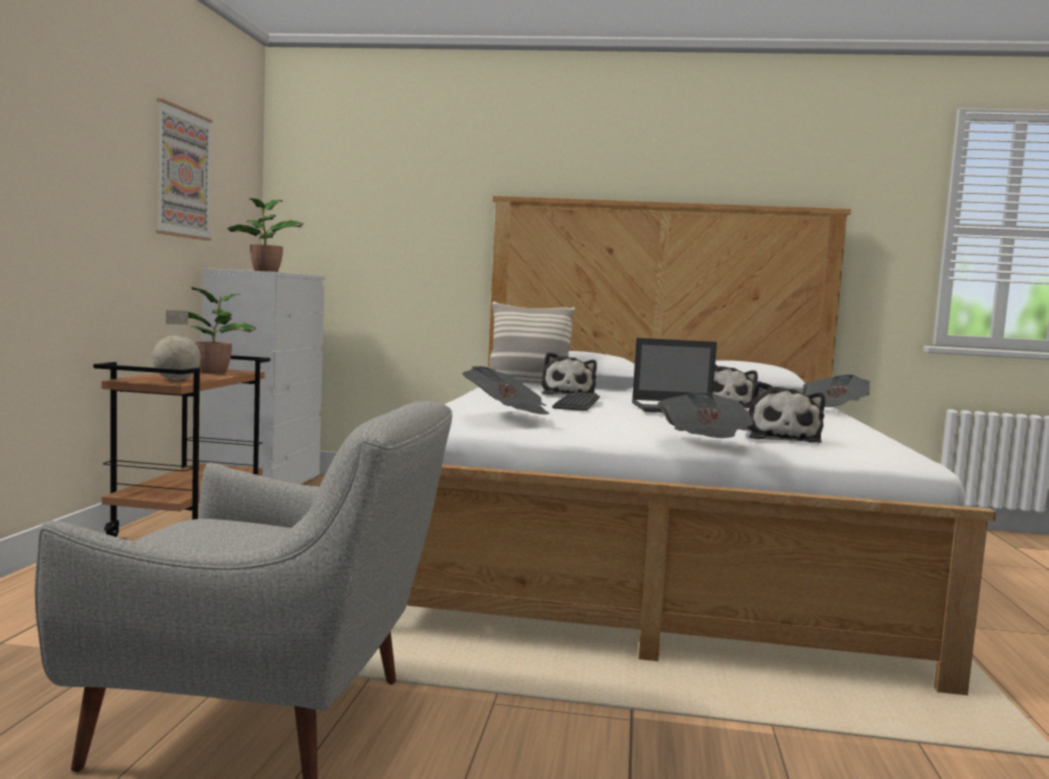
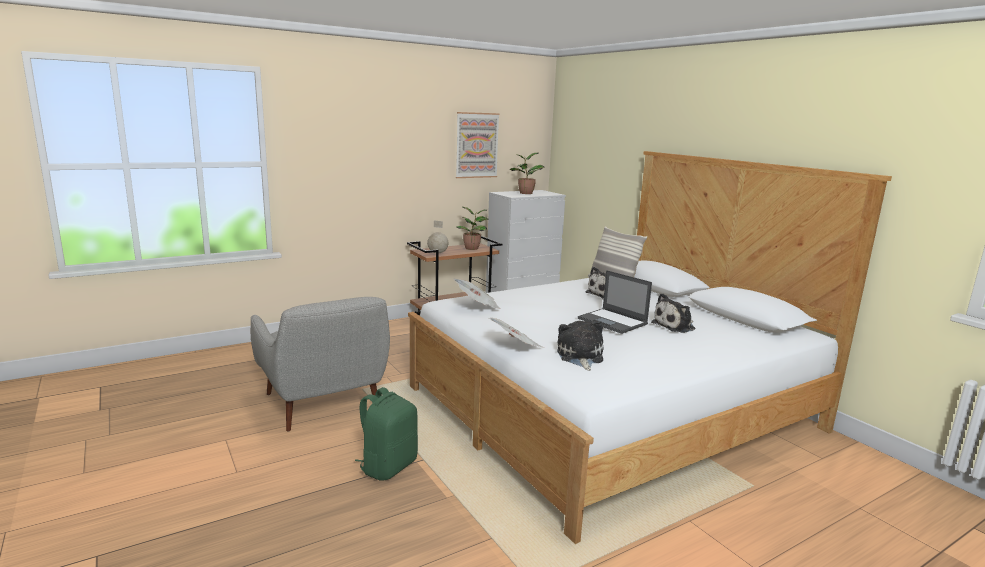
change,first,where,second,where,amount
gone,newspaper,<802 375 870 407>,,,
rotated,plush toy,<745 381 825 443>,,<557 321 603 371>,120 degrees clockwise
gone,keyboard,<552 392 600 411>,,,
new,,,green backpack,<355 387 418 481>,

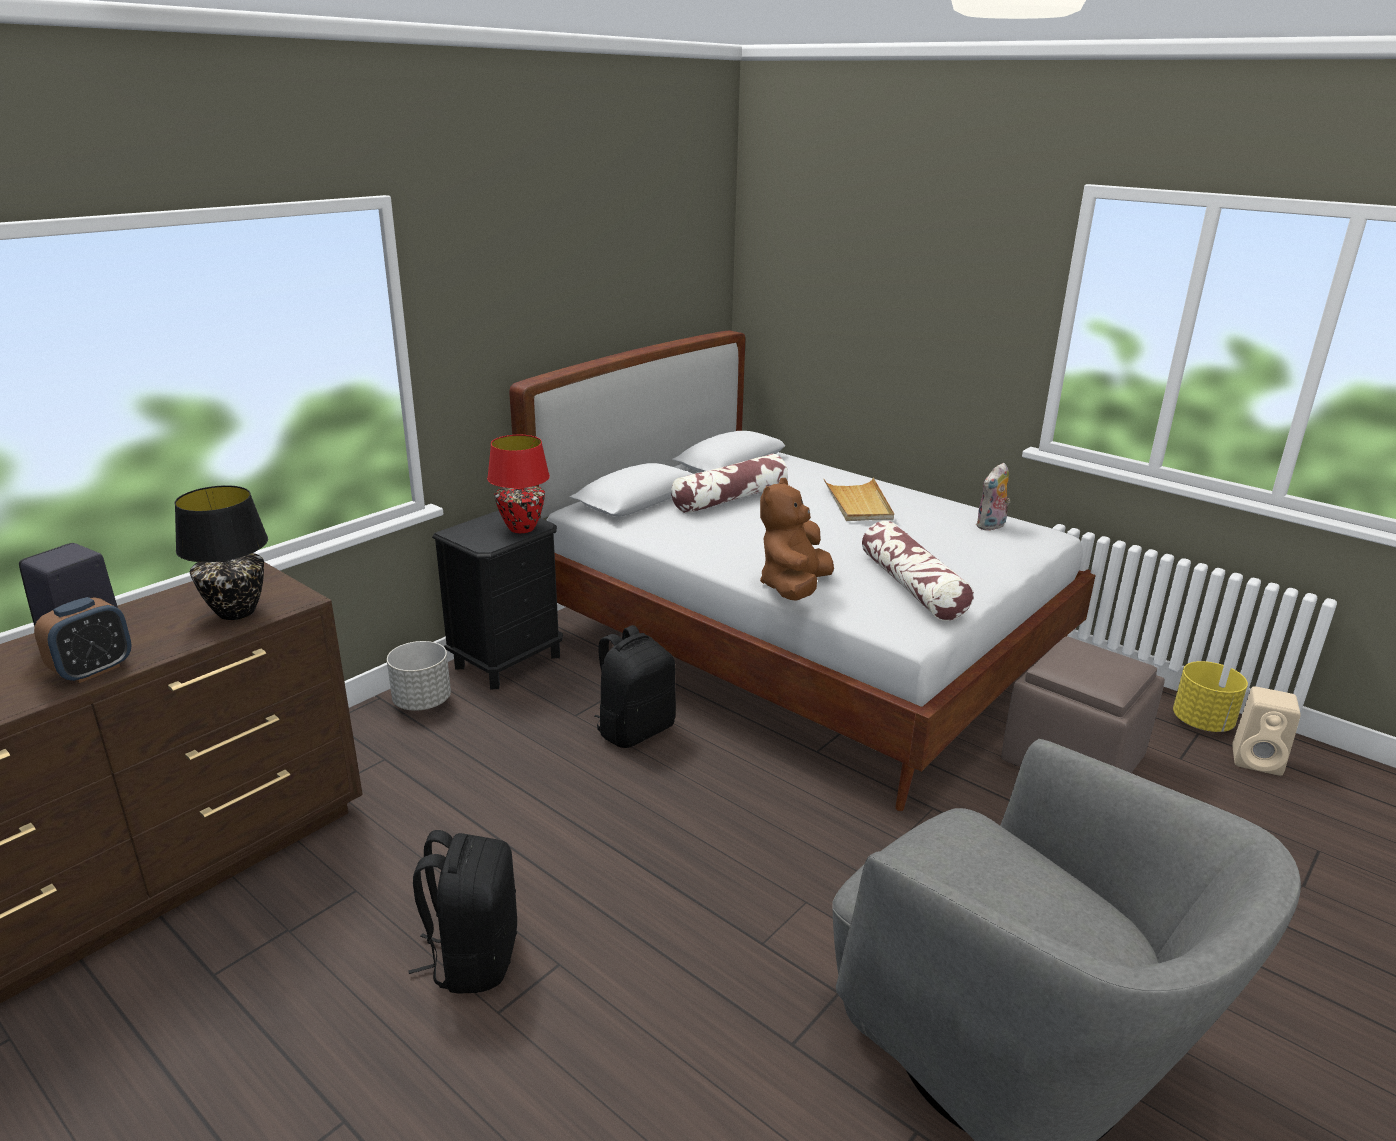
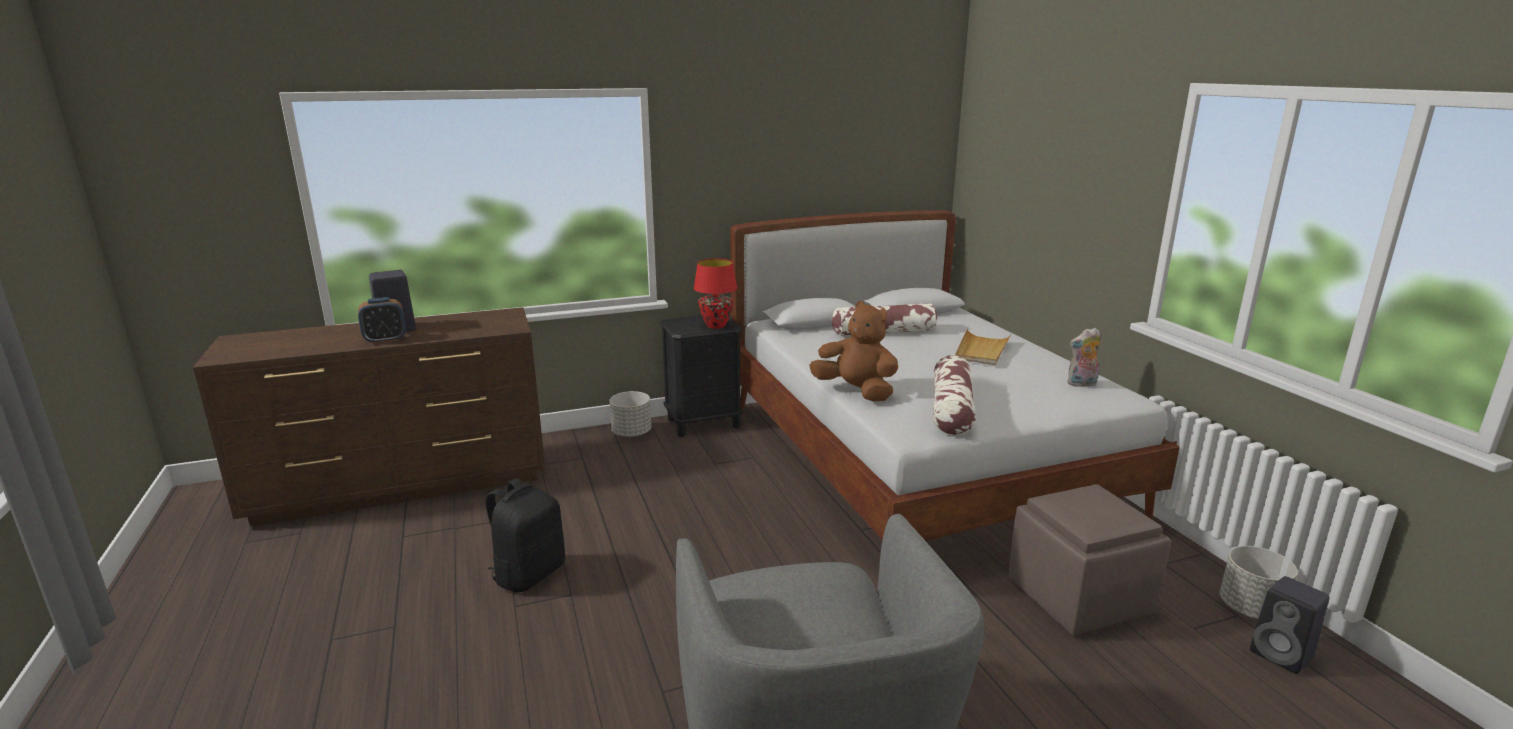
change,first,where,second,where,amount
rotated,brown plush toy,<760 478 834 601>,,<809 301 898 401>,75 degrees clockwise
gone,black table lamp,<174 485 268 620>,,,
gone,black backpack,<594 625 676 748>,,,
repainted,yellow planter,<1173 661 1248 732>,grey planter,<1220 546 1298 619>,
repainted,beige speaker,<1232 686 1301 776>,black speaker,<1250 576 1329 674>,

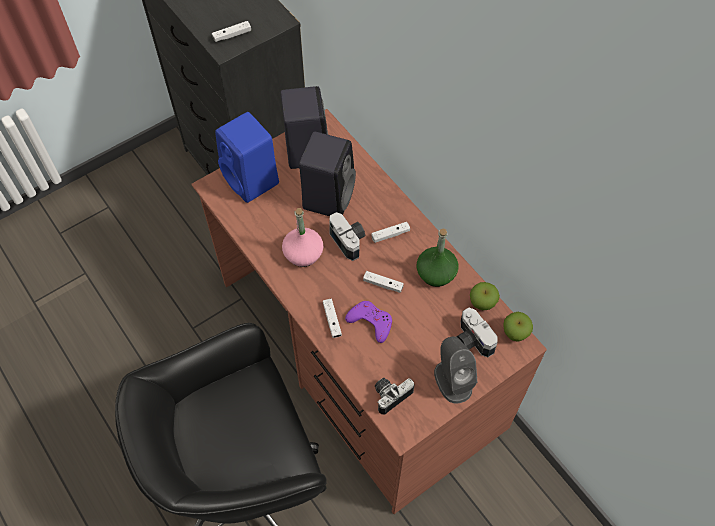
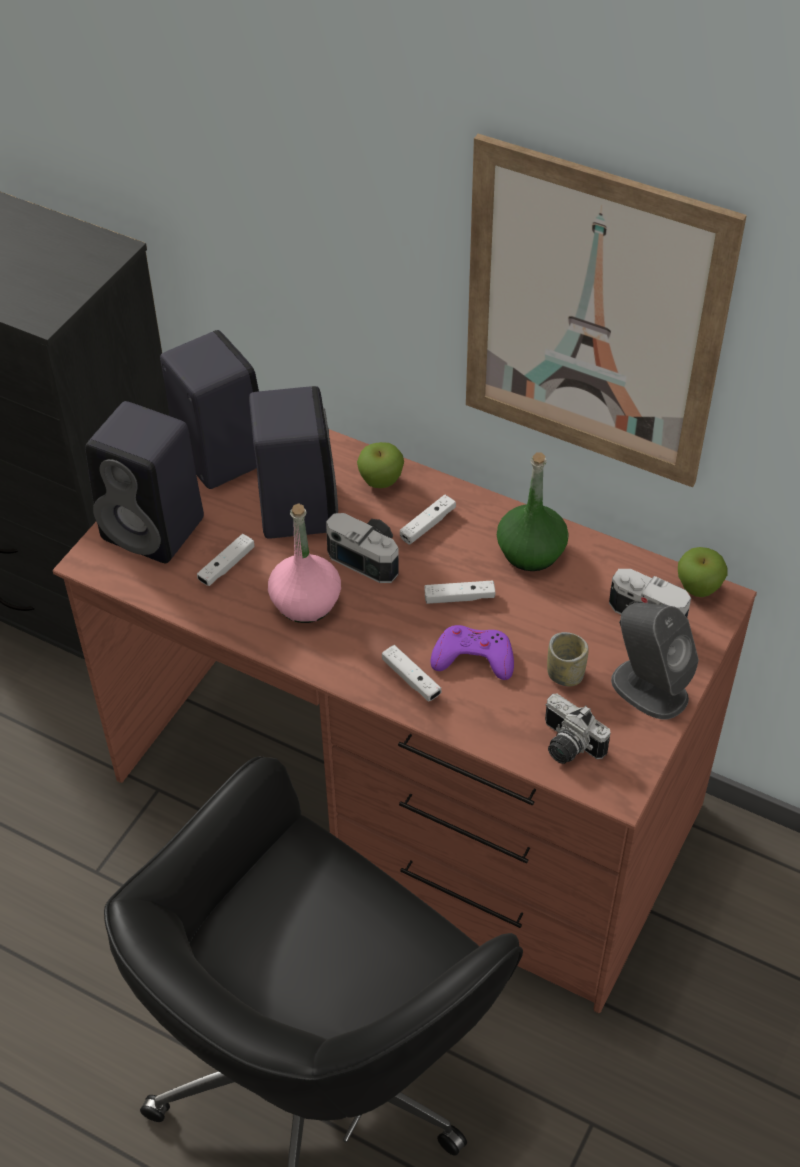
change,first,where,second,where,amount
shifted,white game controller,<212 21 251 42>,,<197 534 255 586>,
repainted,blue speaker,<215 112 279 203>,black speaker,<85 401 204 563>,
shifted,apple,<470 282 500 310>,,<357 442 404 488>,
rotated,photo camera,<375 378 414 415>,,<545 694 610 764>,75 degrees counterclockwise
new,,,picture,<466 134 747 487>,
new,,,cup,<547 632 589 686>,

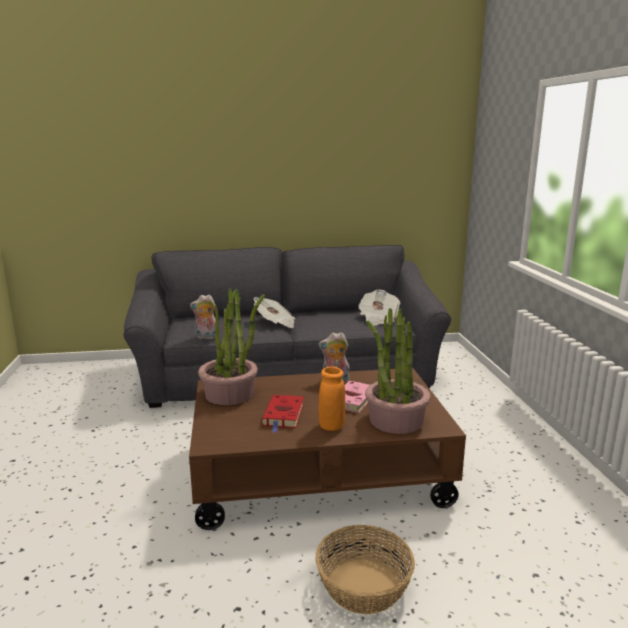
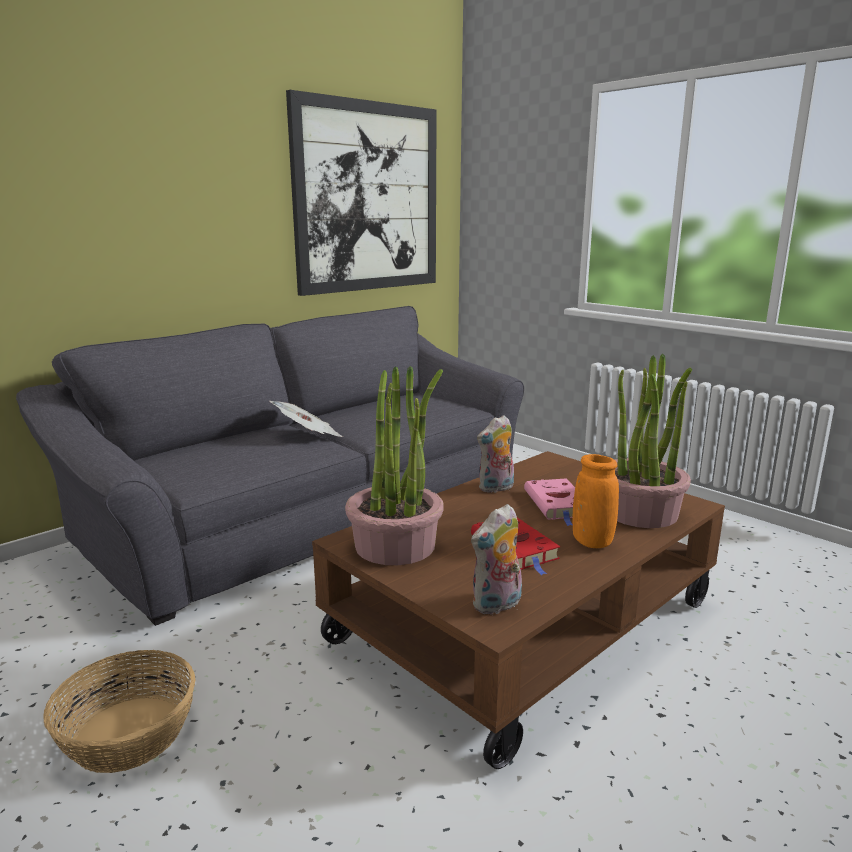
change,first,where,second,where,amount
gone,newspaper,<358 290 400 326>,,,
shifted,plush toy,<190 295 215 339>,,<471 504 522 615>,
shifted,basket,<315 525 415 614>,,<43 650 195 773>,
new,,,picture,<286 90 437 296>,

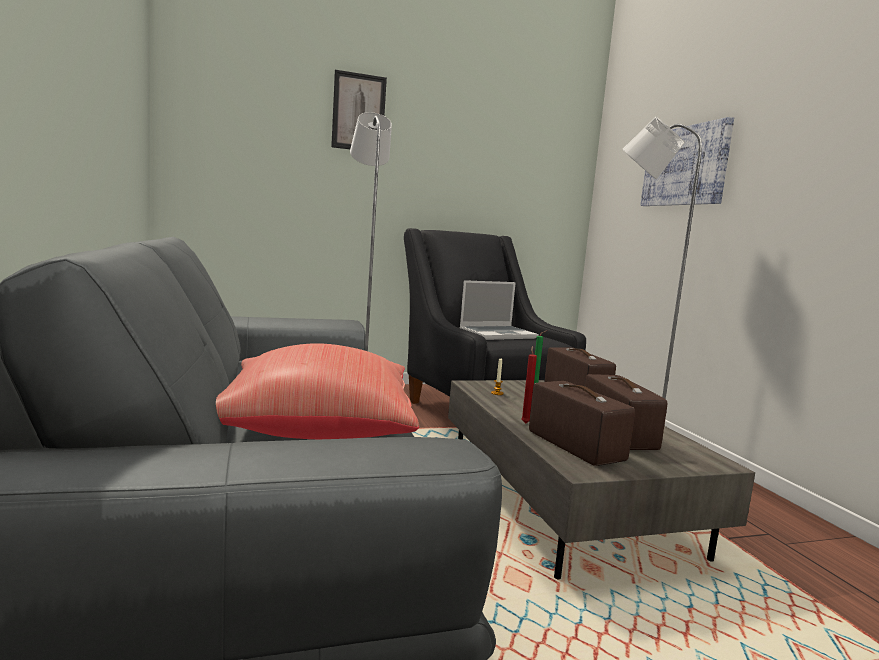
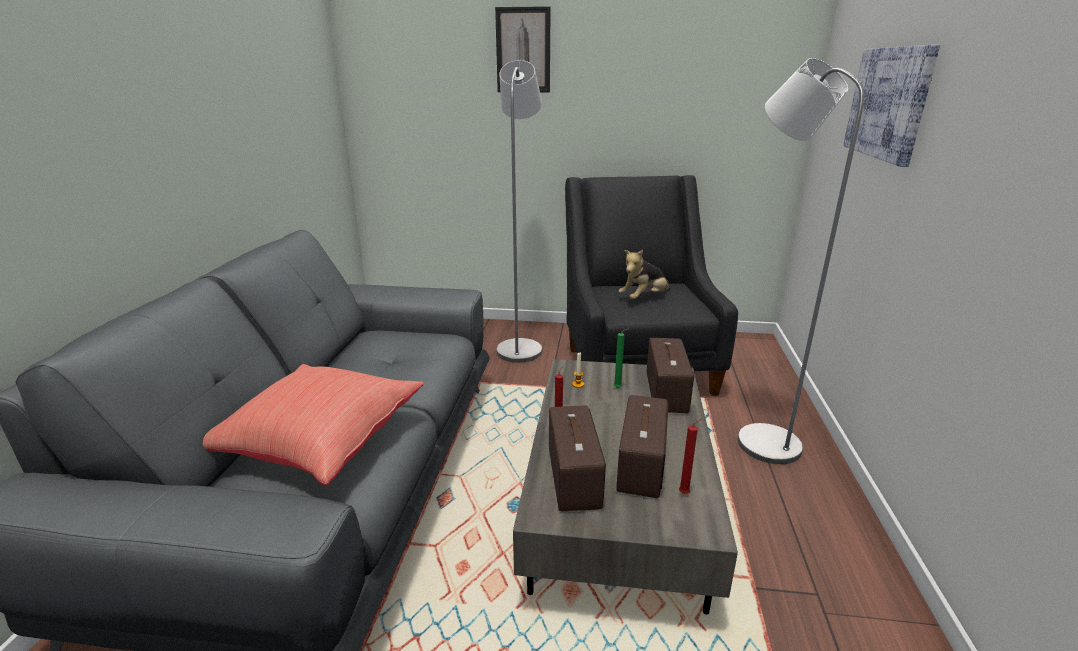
change,first,where,second,where,amount
swapped,laptop,<460 280 538 340>,plush toy,<619 250 670 299>,
new,,,red candle,<679 418 702 494>,

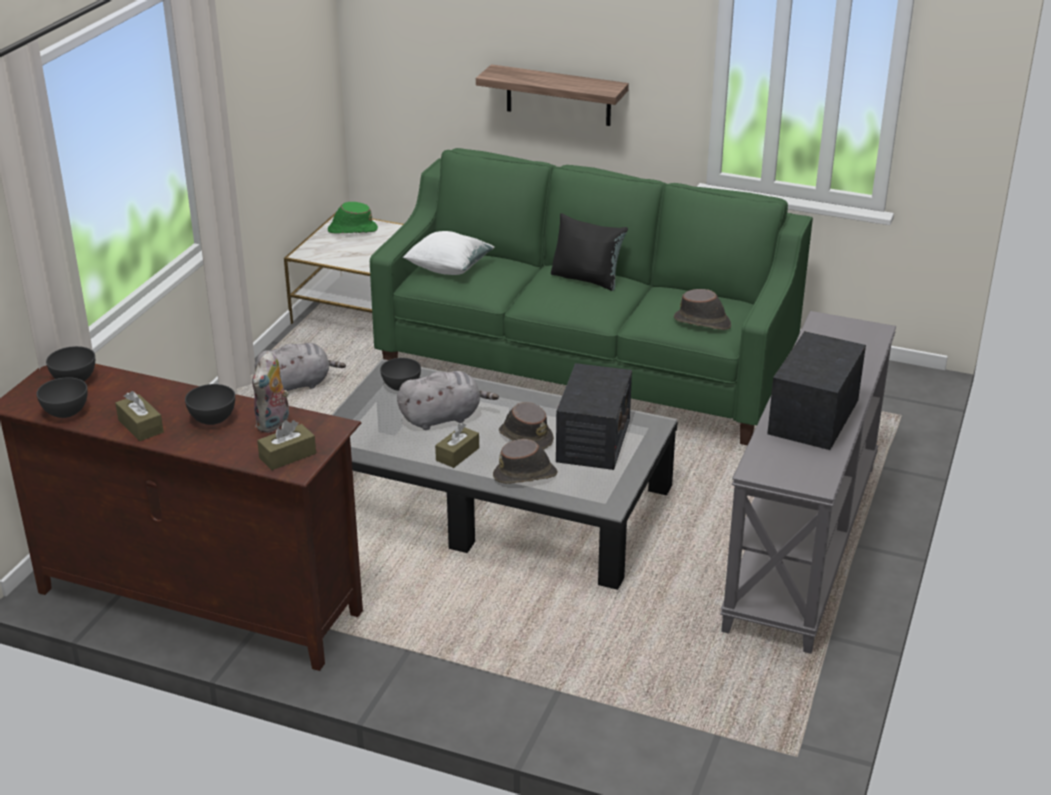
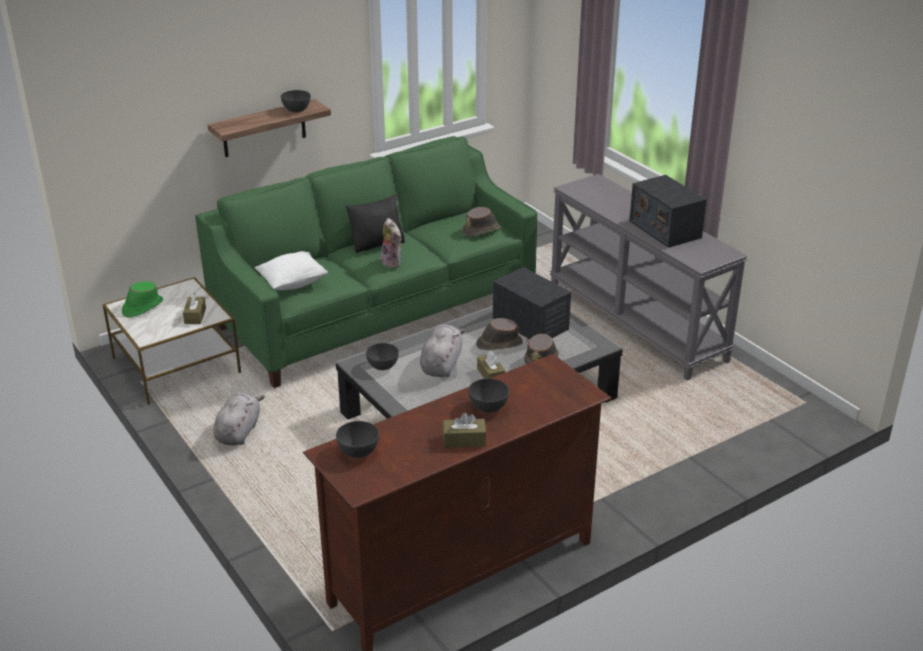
change,first,where,second,where,amount
shifted,plush toy,<252 351 290 433>,,<381 218 402 268>,
shifted,grey bowl,<36 377 88 418>,,<281 90 310 112>,
shifted,brown tissue box,<257 420 316 470>,,<183 293 206 324>,

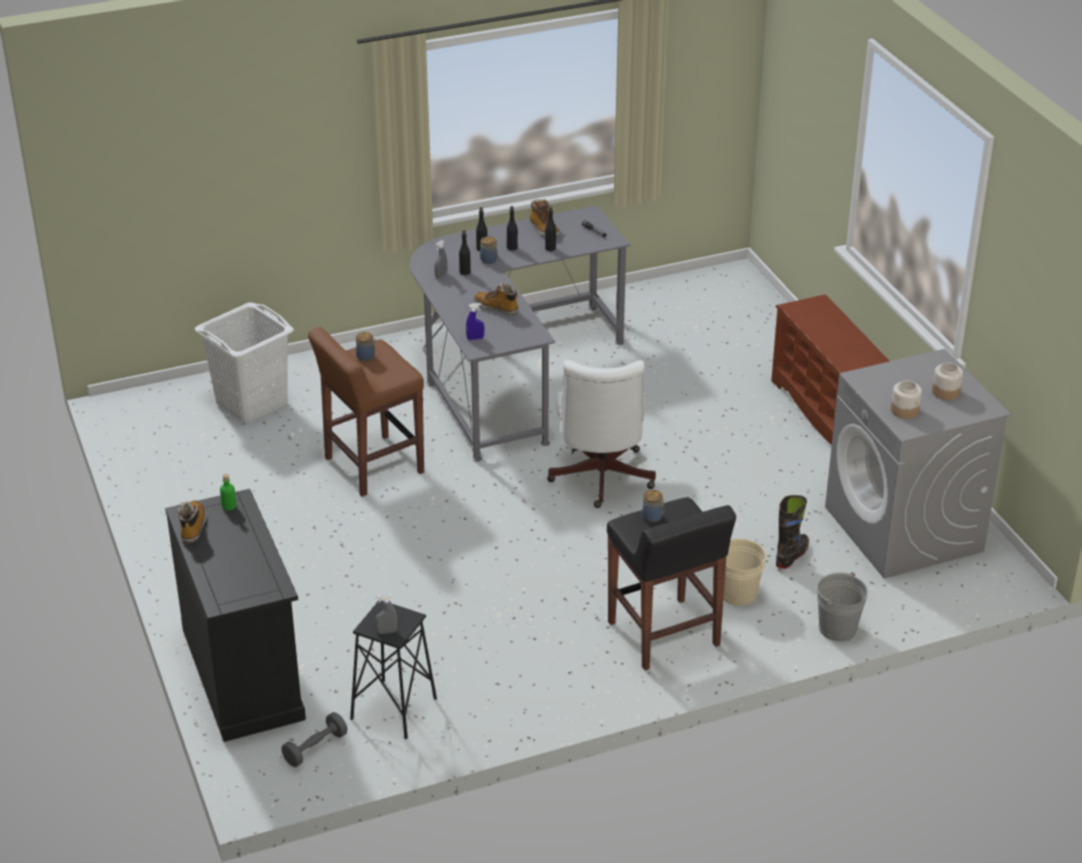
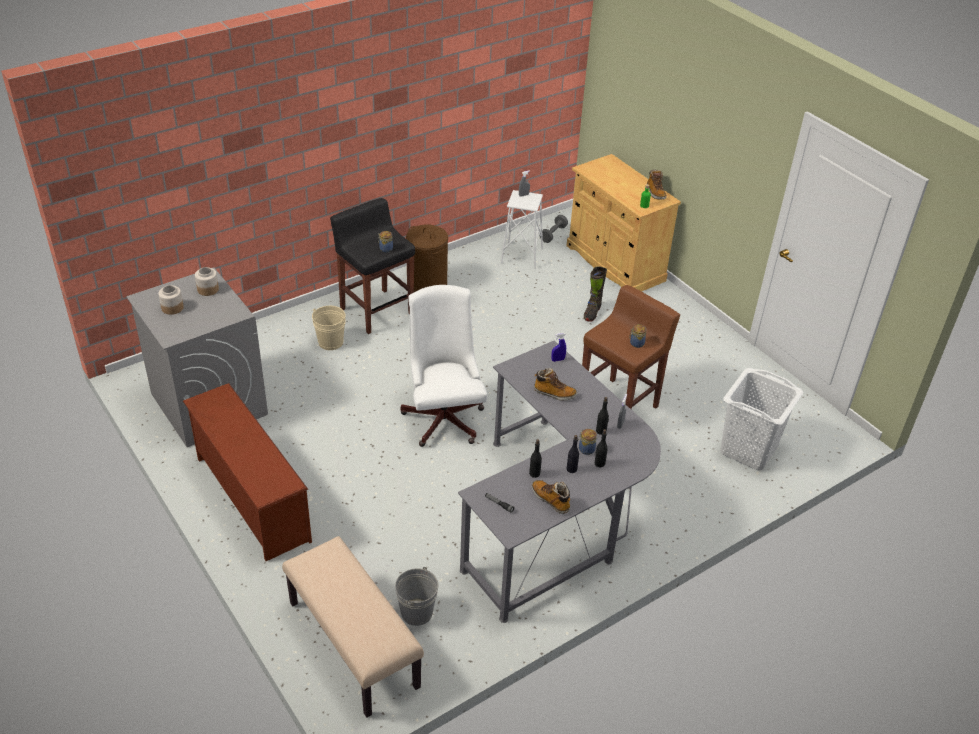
change,first,where,second,where,amount
repainted,black cabinet,<165 489 306 742>,beige cabinet,<566 154 681 292>,
shifted,black boot,<776 495 809 569>,,<584 266 607 322>,
shifted,grey bucket,<817 572 868 641>,,<395 567 438 626>,
repainted,black stool,<350 600 437 739>,white stool,<500 190 543 269>,
new,,,brown laundry basket,<406 224 448 292>,
new,,,beige bench,<282 536 424 718>,

